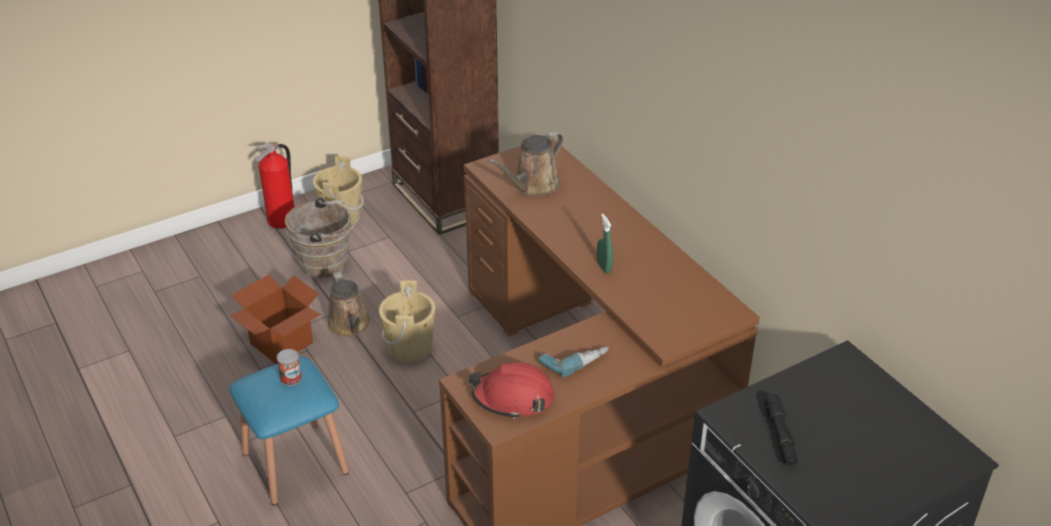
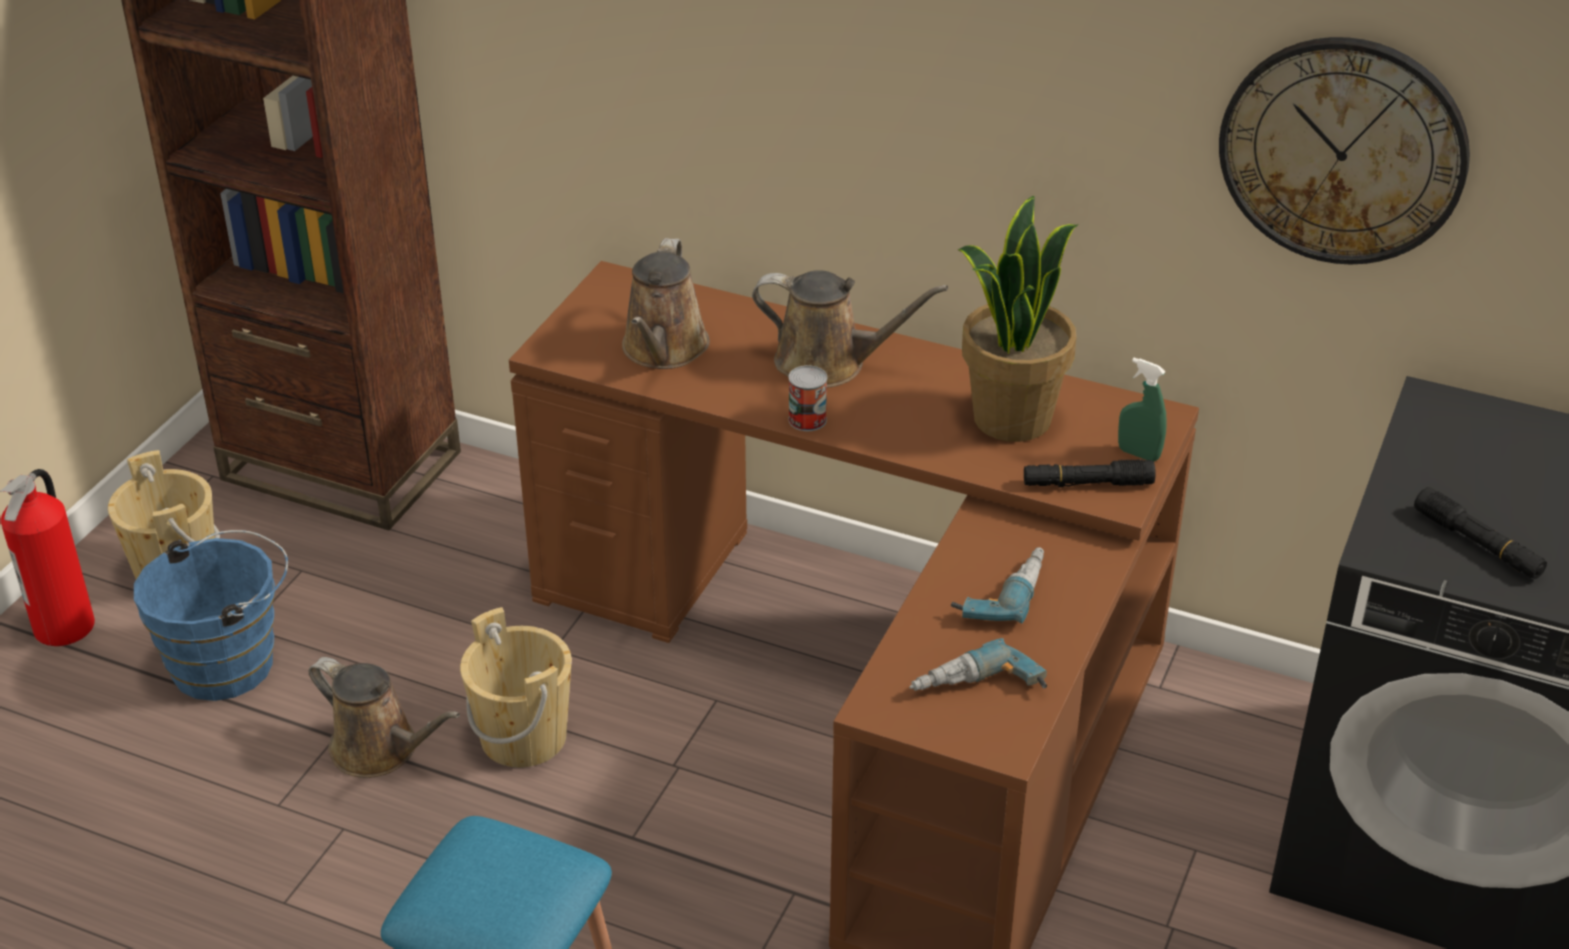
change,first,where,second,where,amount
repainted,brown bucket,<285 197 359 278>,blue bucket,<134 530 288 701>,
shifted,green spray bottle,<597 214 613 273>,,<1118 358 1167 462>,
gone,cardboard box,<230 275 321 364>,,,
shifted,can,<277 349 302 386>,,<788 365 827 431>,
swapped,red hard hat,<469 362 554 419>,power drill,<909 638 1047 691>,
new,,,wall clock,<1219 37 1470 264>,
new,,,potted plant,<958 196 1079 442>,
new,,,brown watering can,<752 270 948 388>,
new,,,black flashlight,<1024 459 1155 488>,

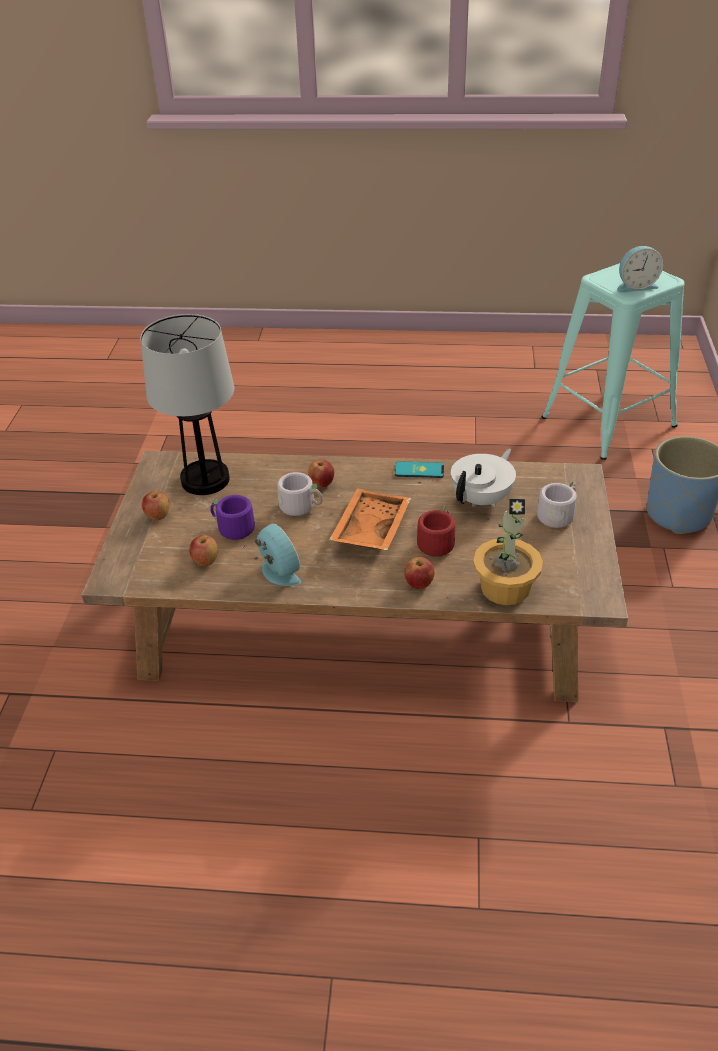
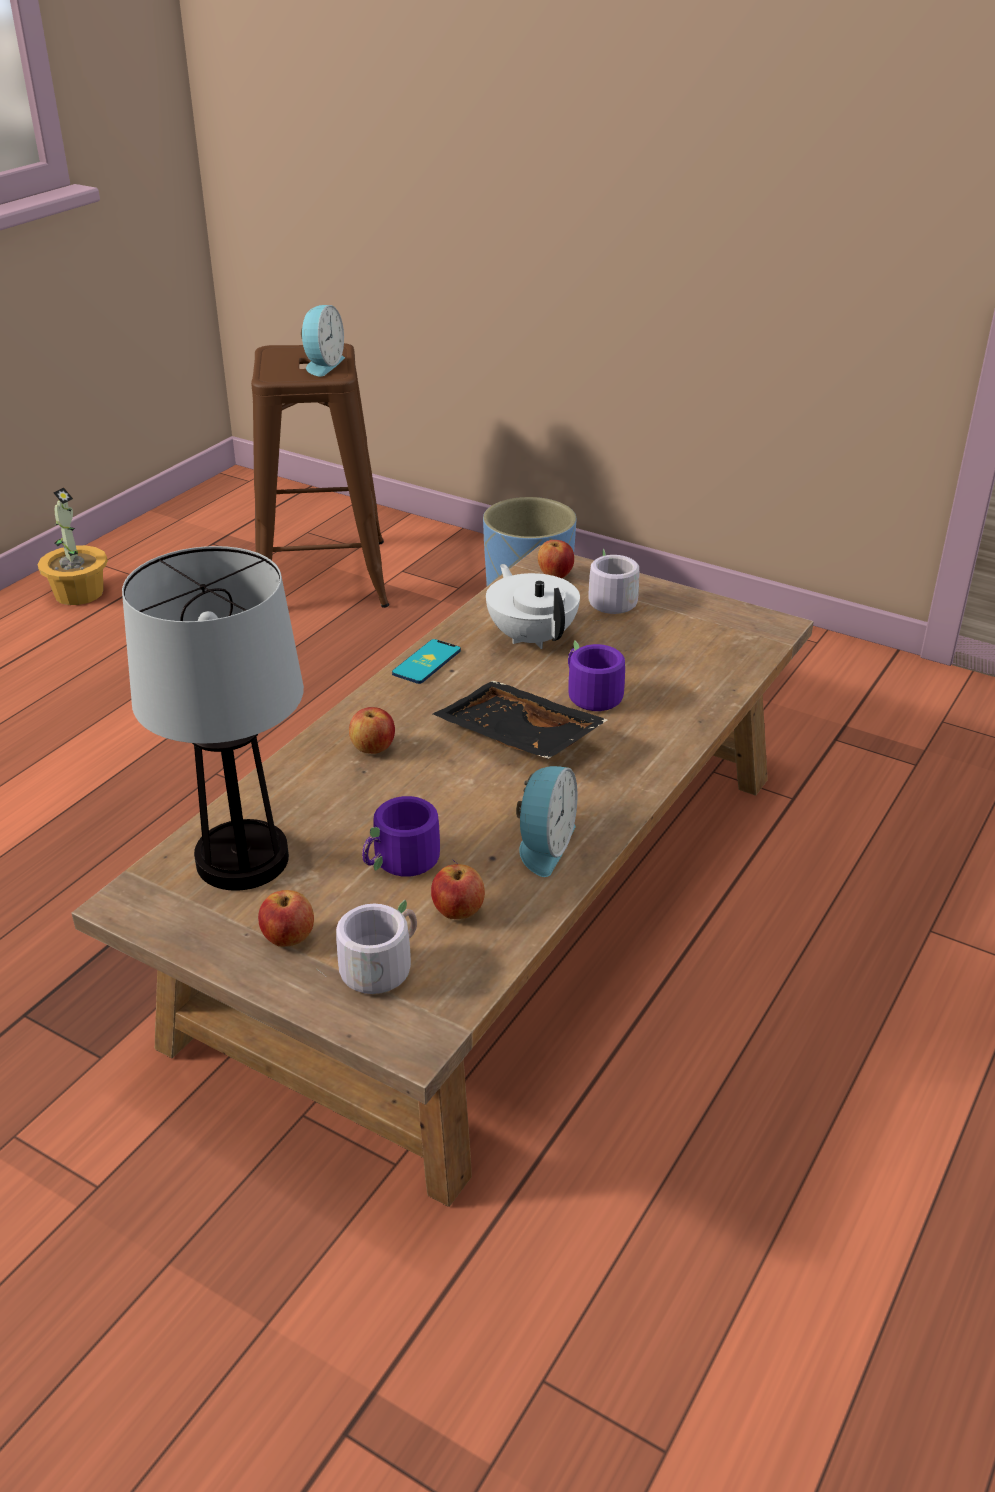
change,first,where,second,where,amount
repainted,turquoise stool,<542 263 684 460>,brown stool,<251 343 389 608>,
shifted,grey mug,<277 472 323 516>,,<318 900 417 994>,
repainted,orange tray,<329 488 411 550>,black tray,<433 681 608 759>,
shifted,potted plant,<473 499 543 605>,,<38 487 108 605>,
repainted,red mug,<410 505 455 557>,purple mug,<568 640 625 711>,
rotated,alarm clock,<254 523 301 586>,,<516 766 577 877>,120 degrees clockwise
shifted,apple,<404 557 434 589>,,<538 540 574 578>,

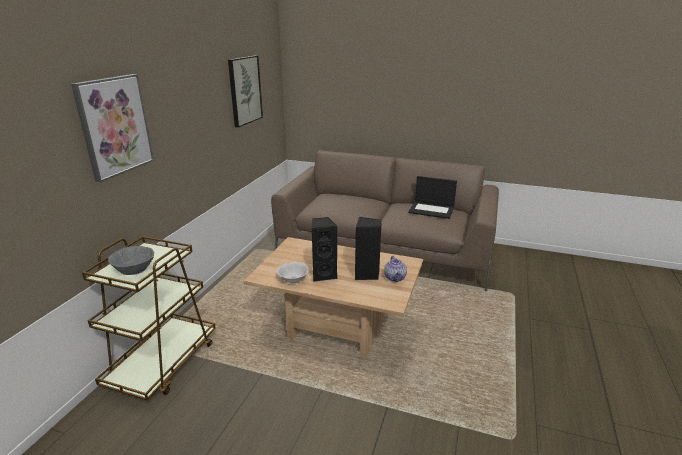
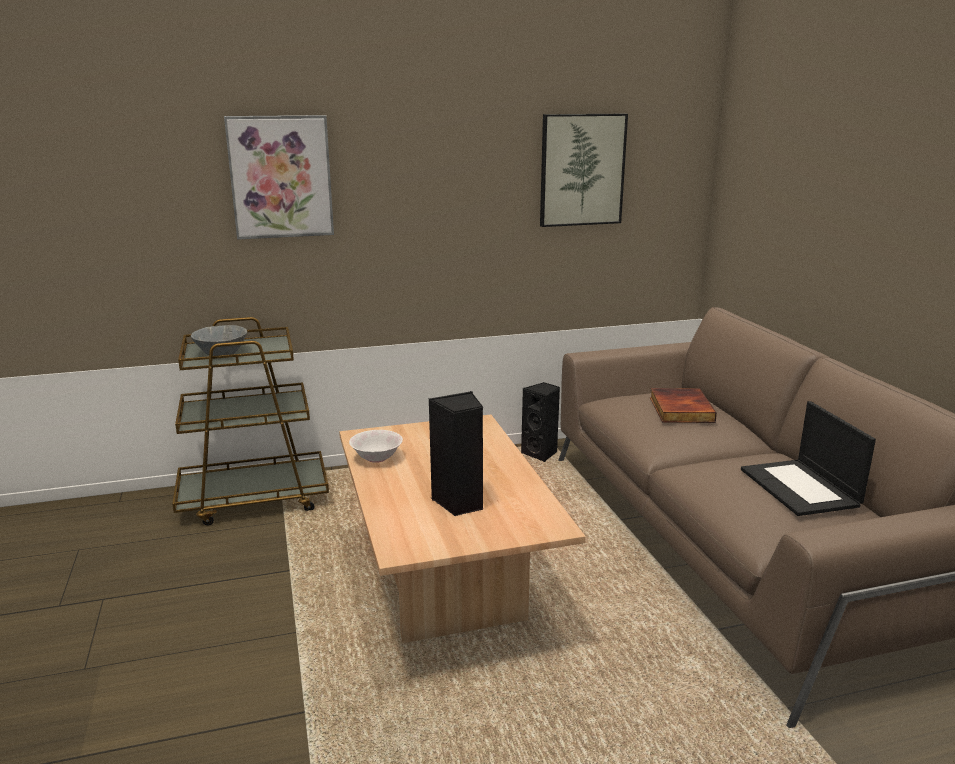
change,first,where,second,where,amount
shifted,black speaker,<312 217 338 282>,,<521 382 560 462>,
gone,teapot,<384 256 407 282>,,,
new,,,book,<650 388 717 423>,

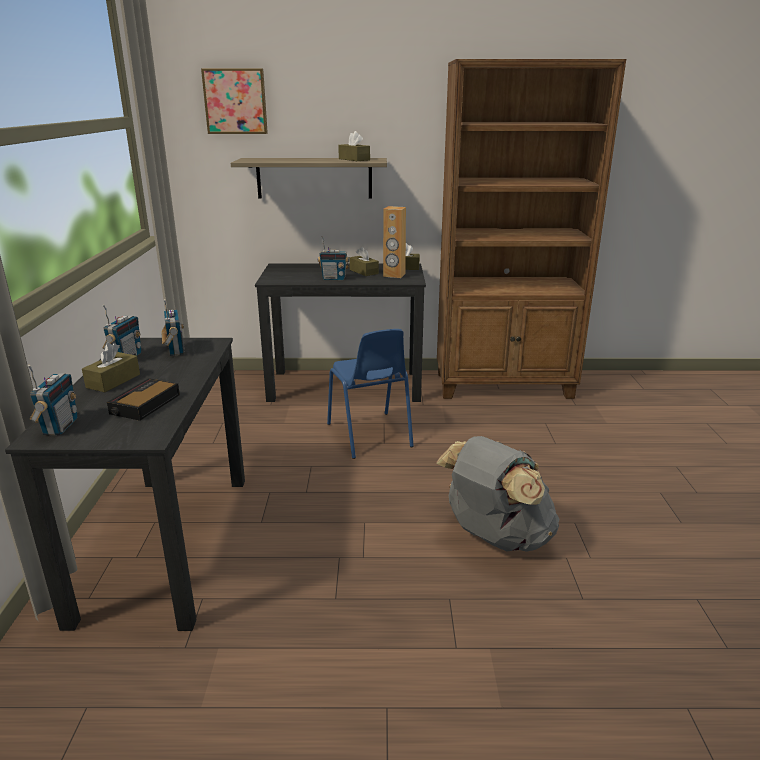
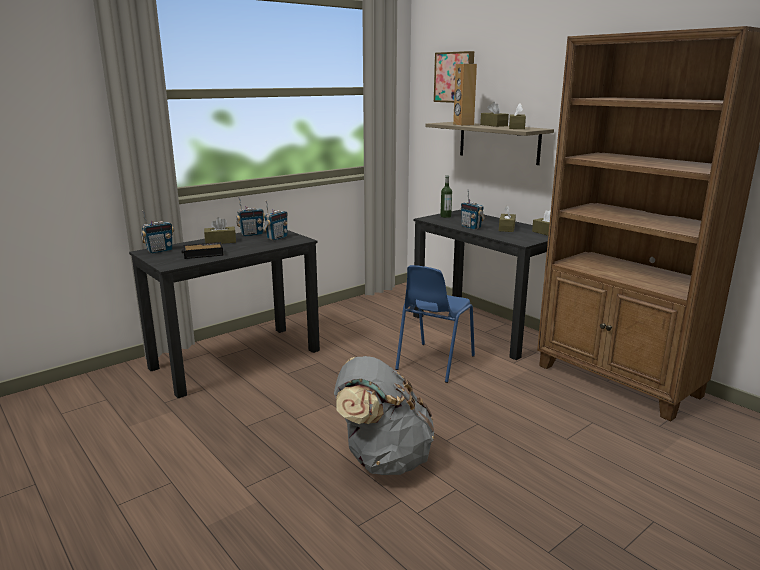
change,first,where,second,where,amount
shifted,brown speaker,<383 206 406 278>,,<453 64 477 126>,
new,,,brown tissue box,<480 102 509 127>,
new,,,bottle,<440 175 452 218>,

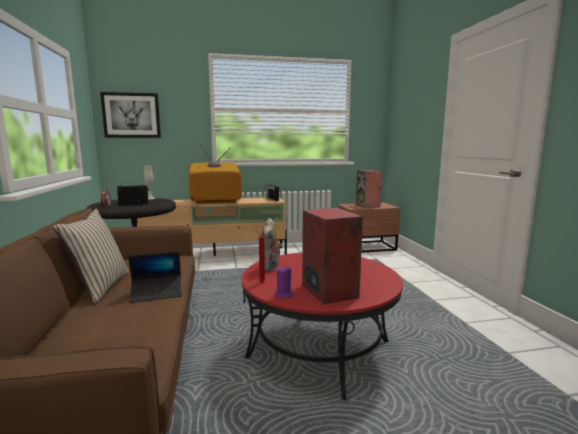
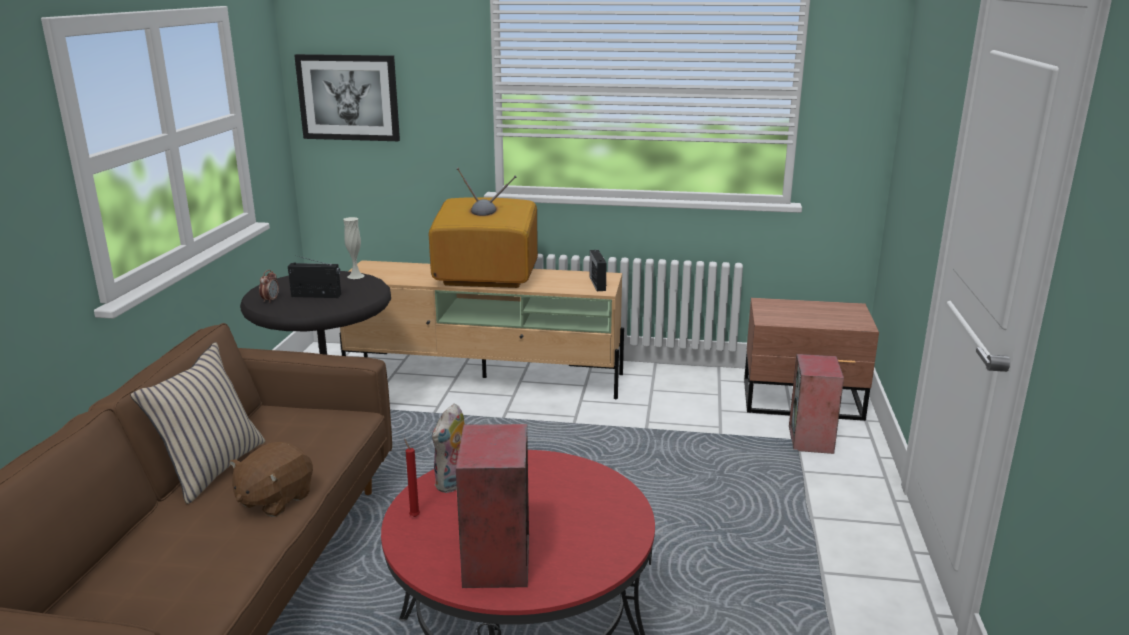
change,first,where,second,where,amount
shifted,speaker,<356 170 382 208>,,<789 354 844 454>,
swapped,laptop,<128 251 182 303>,brown plush toy,<229 442 313 517>,
gone,purple candle,<275 267 294 298>,,,

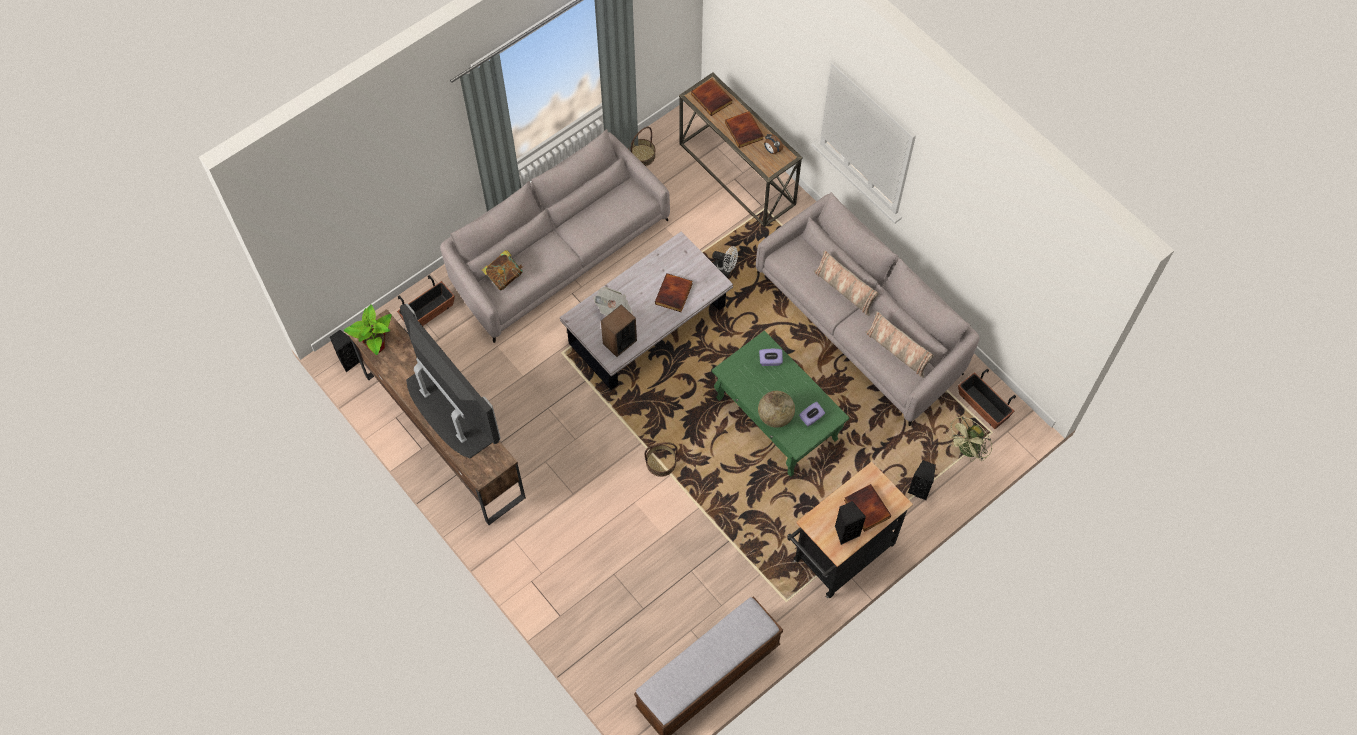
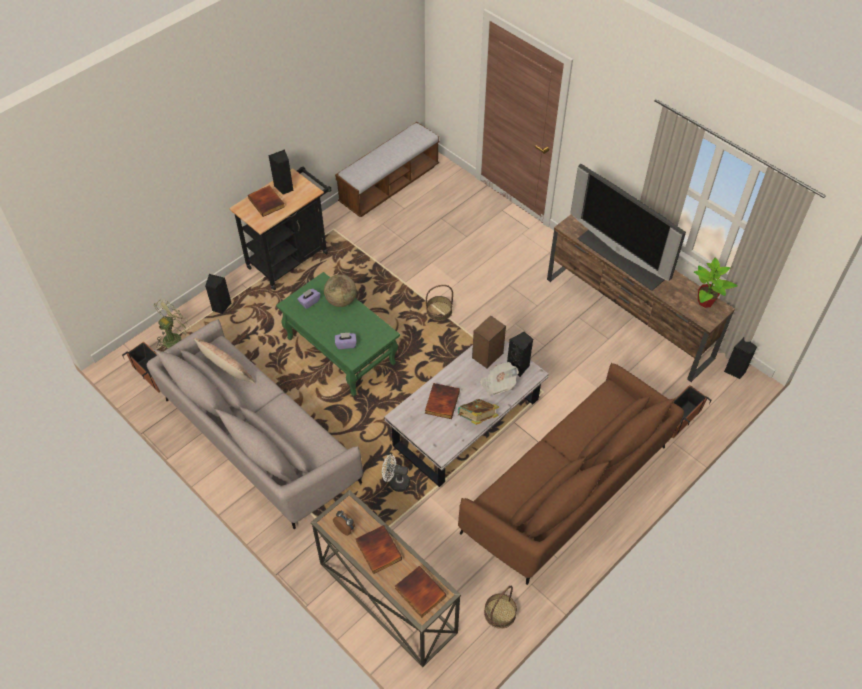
change,first,where,second,where,amount
repainted,grey sofa,<440 129 670 343>,brown sofa,<458 363 684 585>,
shifted,book,<482 250 523 290>,,<458 399 499 425>,
gone,pillow,<814 251 878 316>,,,
new,,,black speaker,<507 332 533 377>,

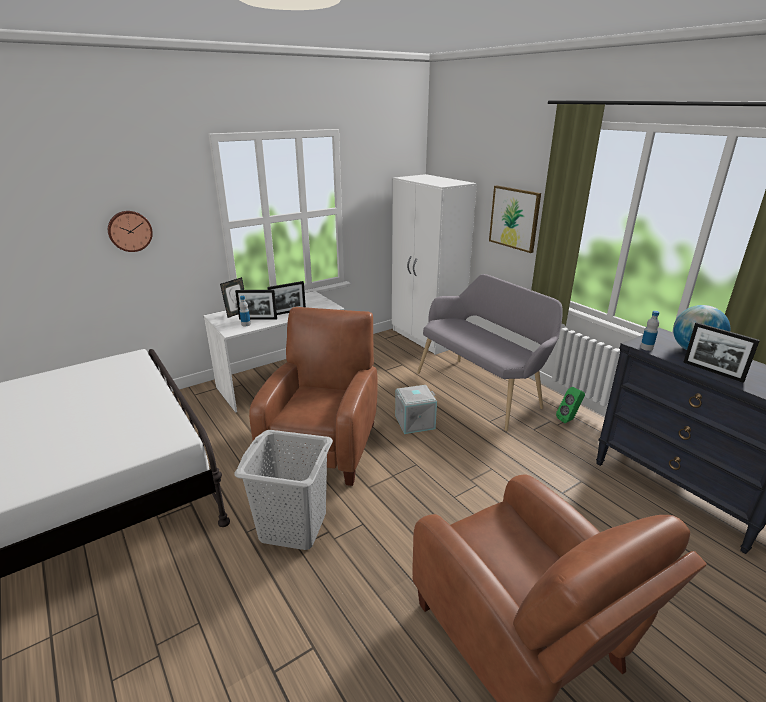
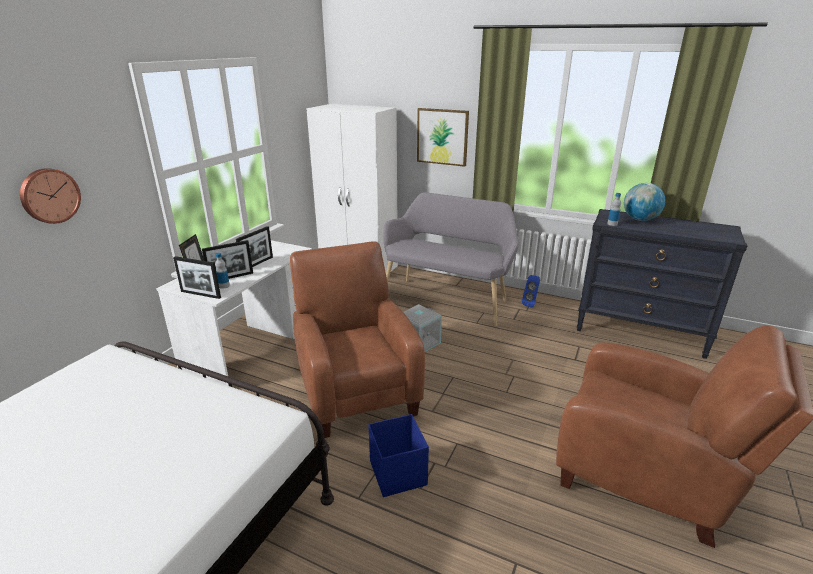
change,first,where,second,where,amount
shifted,picture frame,<683 322 760 383>,,<173 256 221 299>,
repainted,green speaker,<556 387 585 423>,blue speaker,<522 275 540 308>,
swapped,grey laundry basket,<235 430 333 550>,blue storage box,<368 414 429 497>,

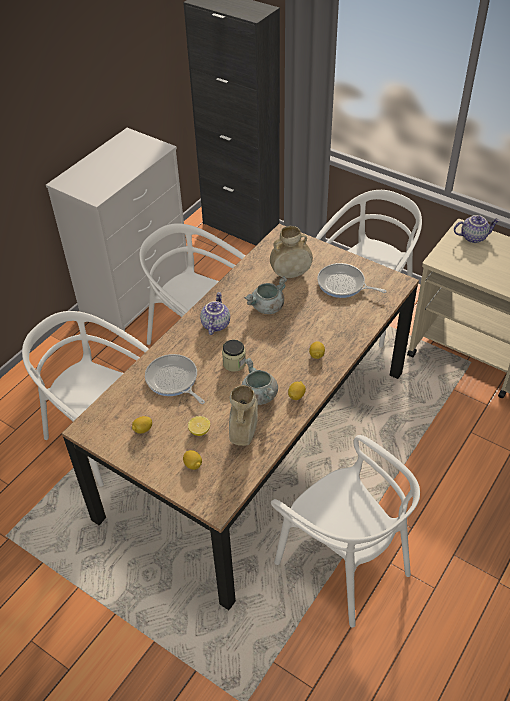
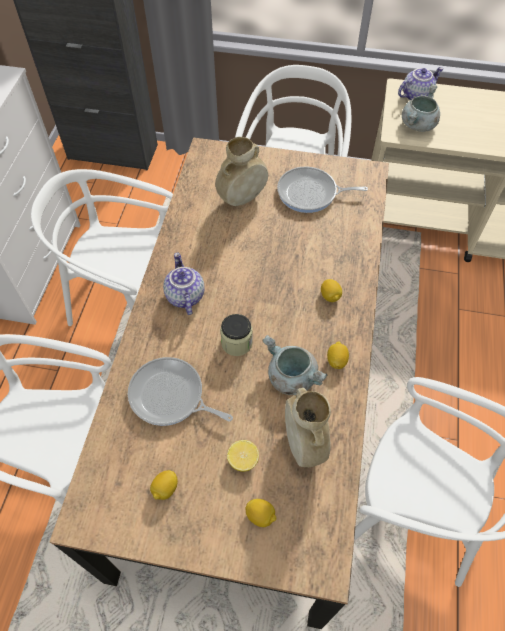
change,first,where,second,where,amount
shifted,grey cooking pot,<244 276 287 314>,,<402 84 440 132>,

